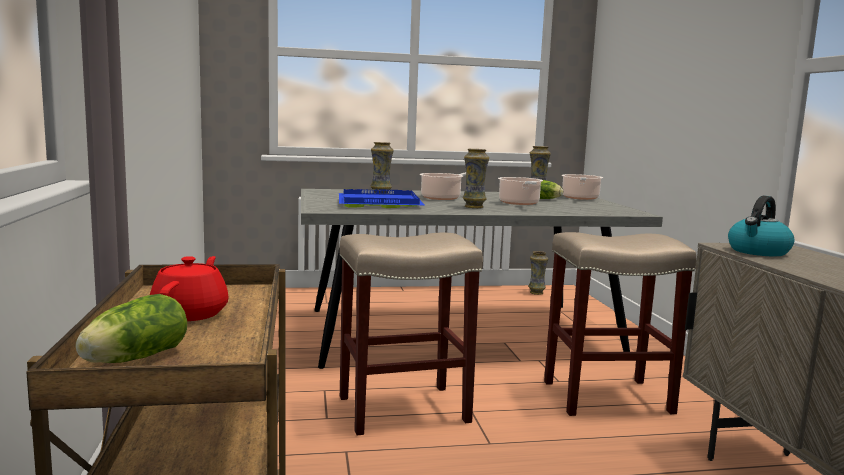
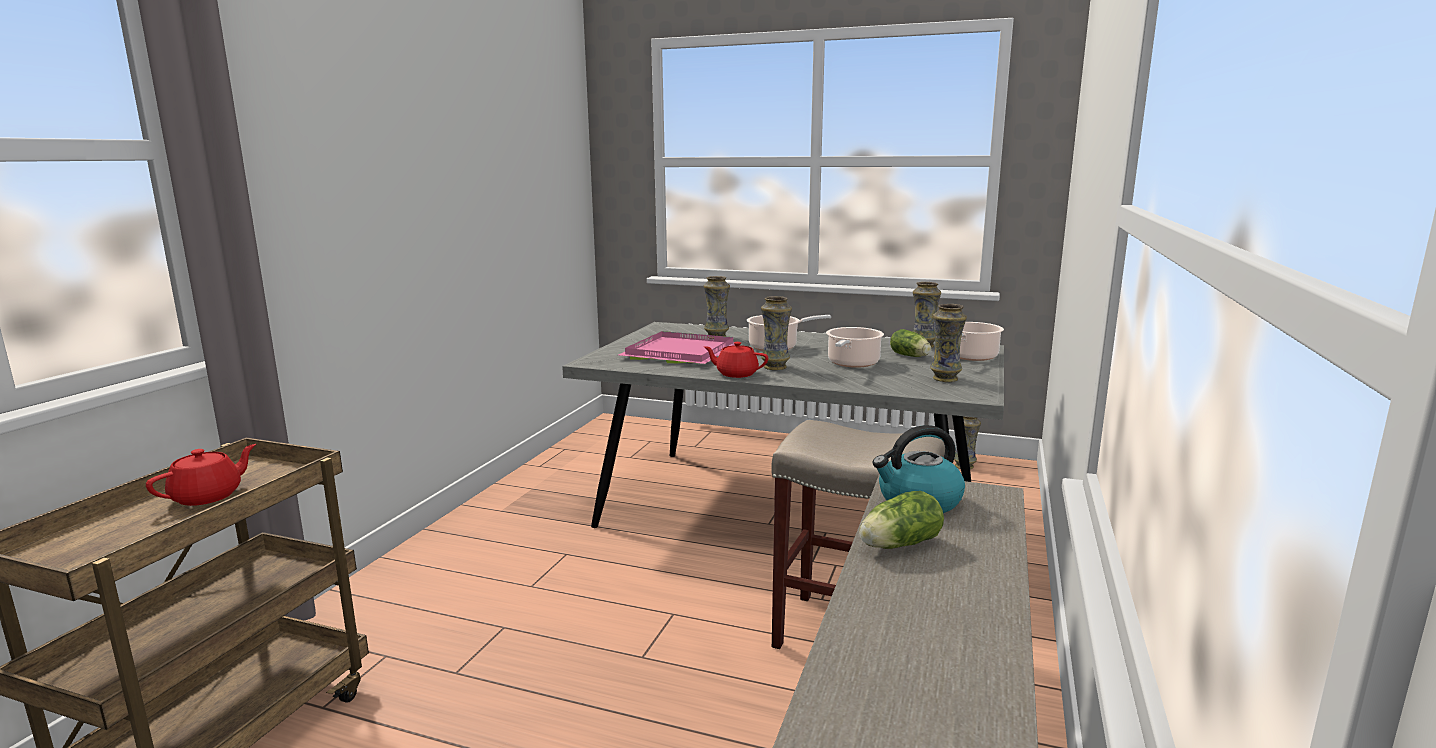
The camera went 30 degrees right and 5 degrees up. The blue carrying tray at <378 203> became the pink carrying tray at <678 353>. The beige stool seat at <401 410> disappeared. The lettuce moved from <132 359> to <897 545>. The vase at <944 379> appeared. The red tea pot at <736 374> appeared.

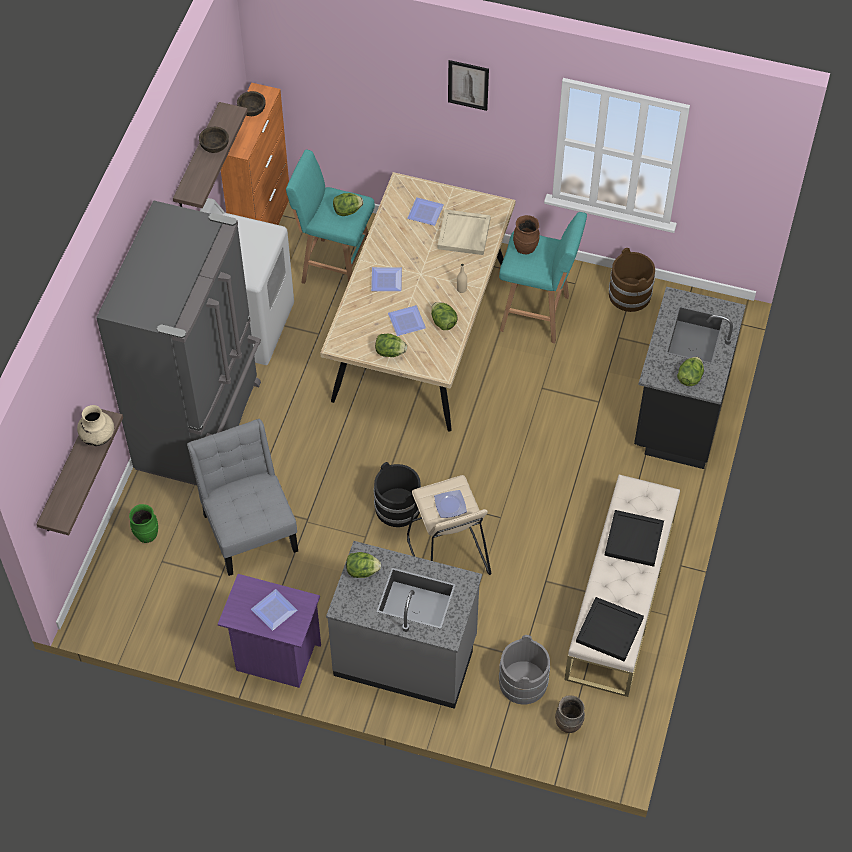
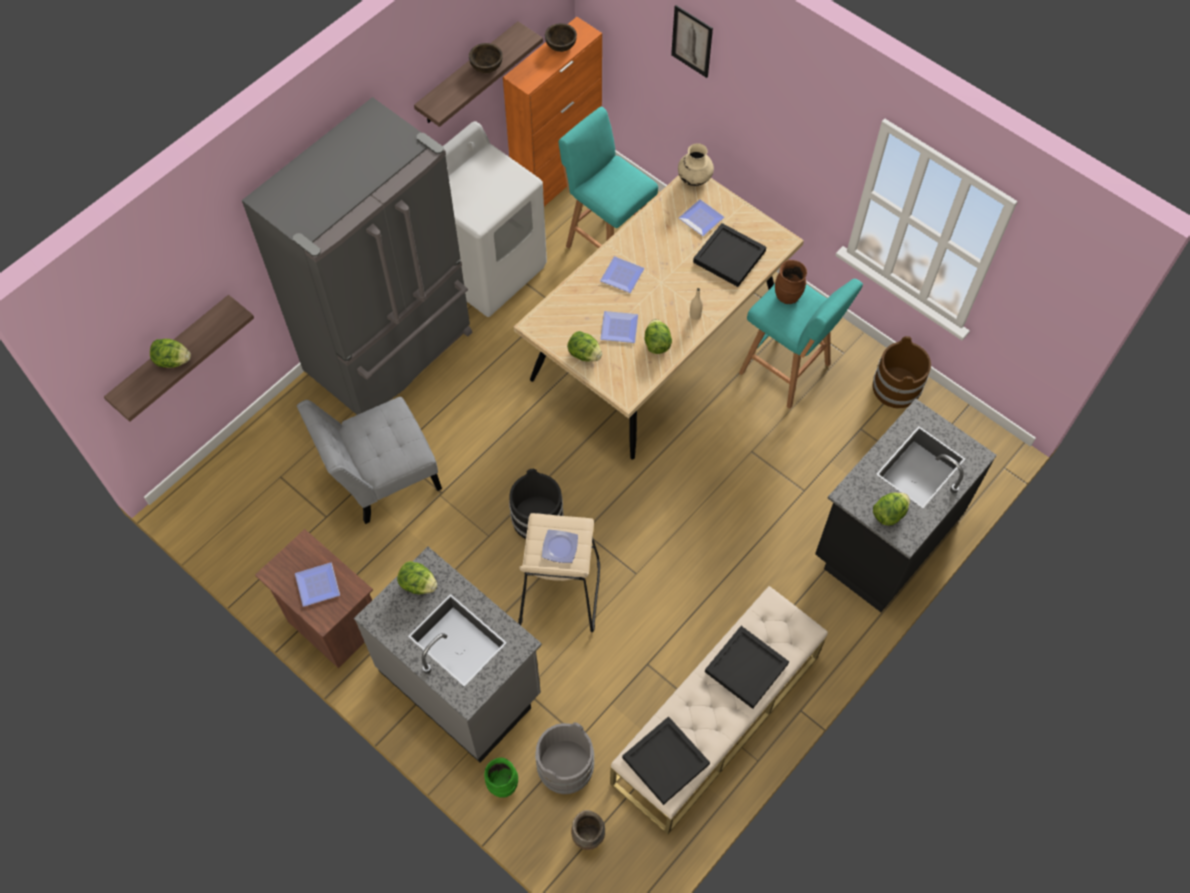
The camera went 25 degrees right and 5 degrees up. The wall picture moved from <468 85> to <692 41>. The lettuce moved from <347 211> to <172 360>. The beige carrying tray at <464 234> became the black carrying tray at <729 257>. The beige vase moved from <98 437> to <694 179>. The greyish upright chair at <249 527> turned 120 degrees counterclockwise. The green-coloured vase moved from <146 535> to <502 785>. The purplish night table at <275 657> became the brown night table at <332 624>.

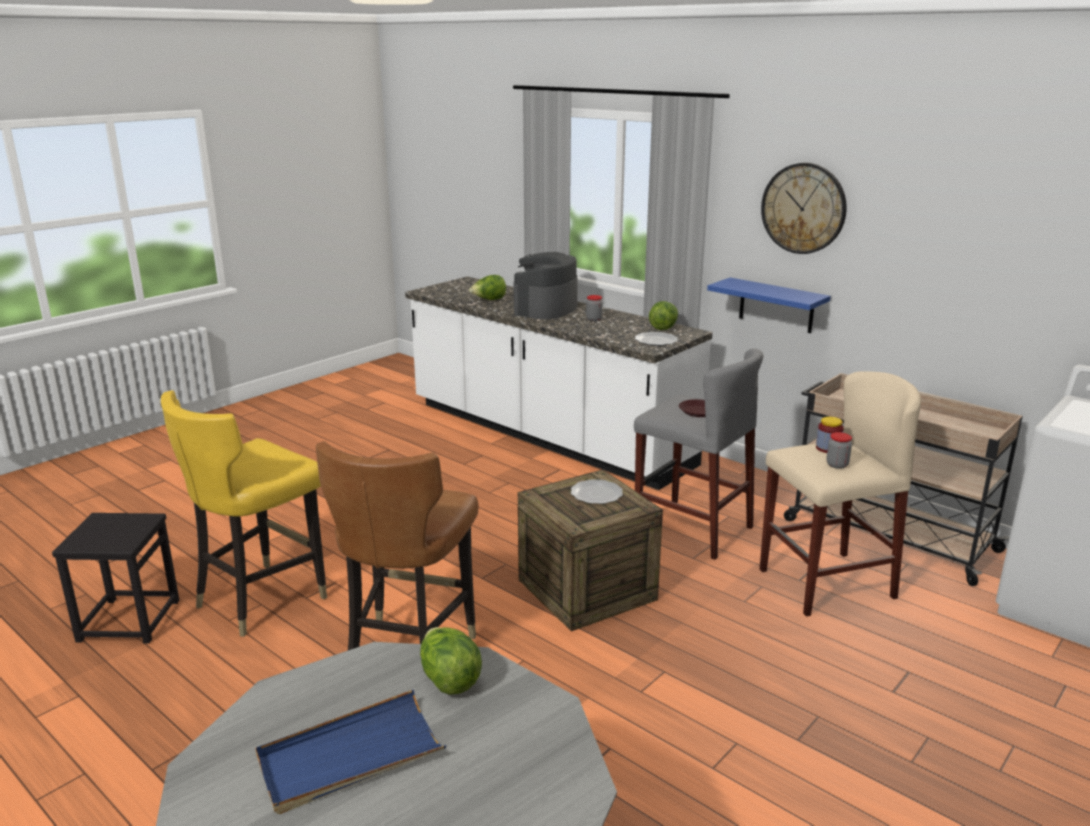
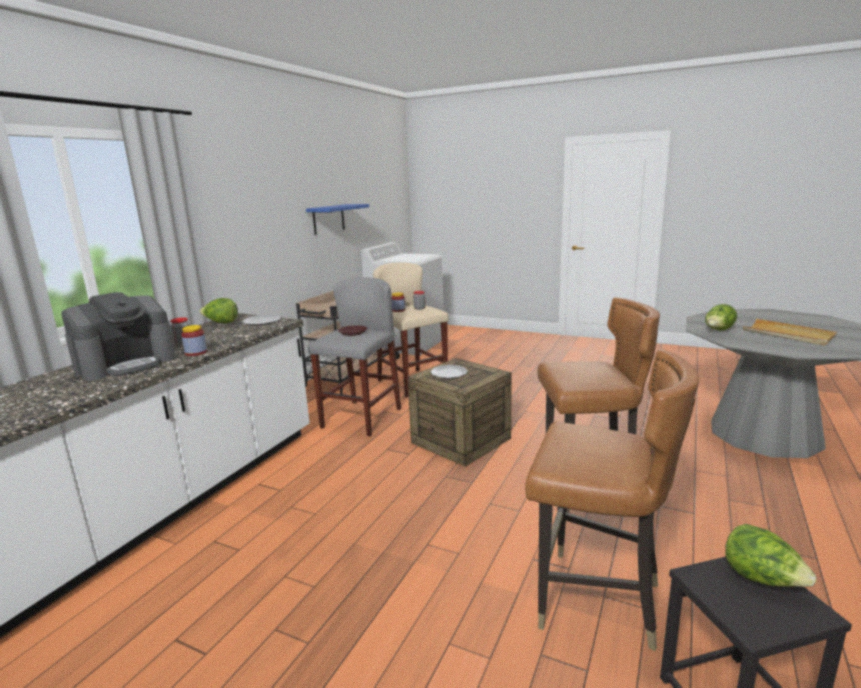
The camera went 105 degrees left and 5 degrees down. The wall clock at <803 208> disappeared. The coffee machine at <545 309> turned 60 degrees counterclockwise. The lettuce moved from <489 300> to <762 579>. The blue wall shelf moved from <776 305> to <328 219>. The yellow-coloured upright chair at <261 598> became the brown upright chair at <596 600>. The blue carrying tray at <350 756> became the beige carrying tray at <788 335>. The storage jar at <196 352> appeared.

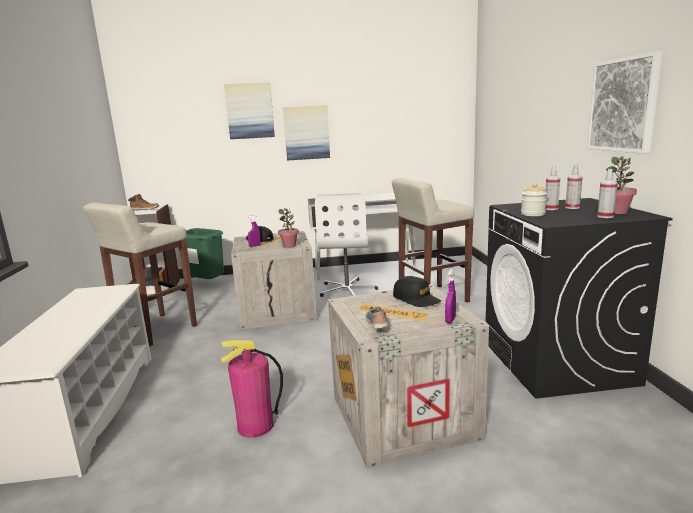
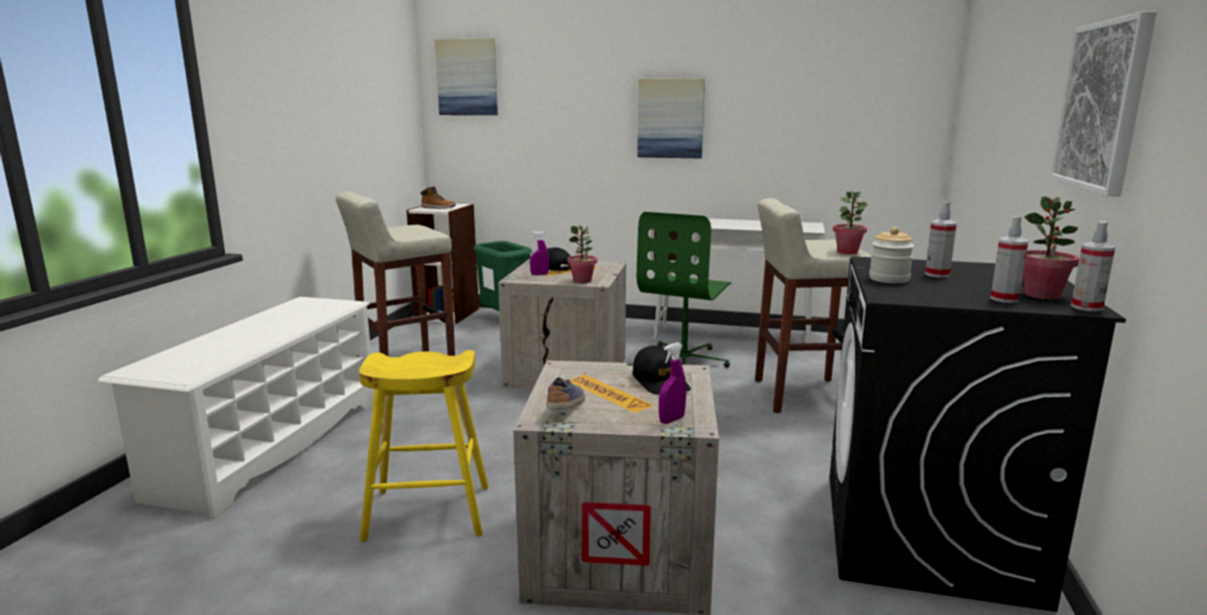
The camera went 20 degrees right and 0 degrees up. The wall picture moved from <250 111> to <467 77>. The hand sprayer moved from <572 207> to <1086 307>. The white-coloured computer chair at <347 290> became the green-coloured computer chair at <684 360>. The fire extinguisher at <255 426> was replaced by the yellow-coloured stool seat at <429 512>. The houseplant at <847 252> appeared.

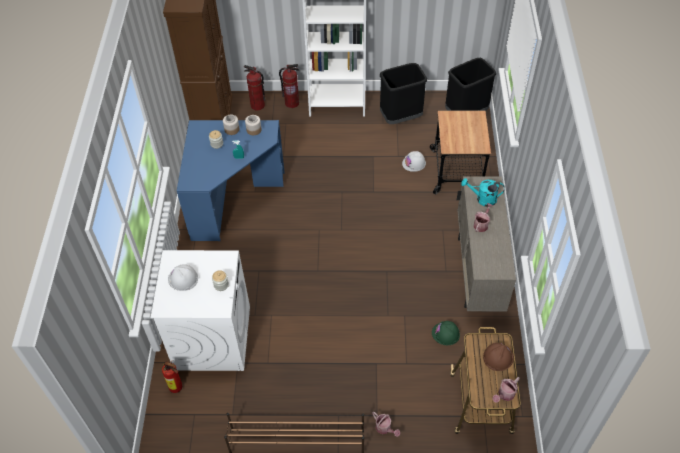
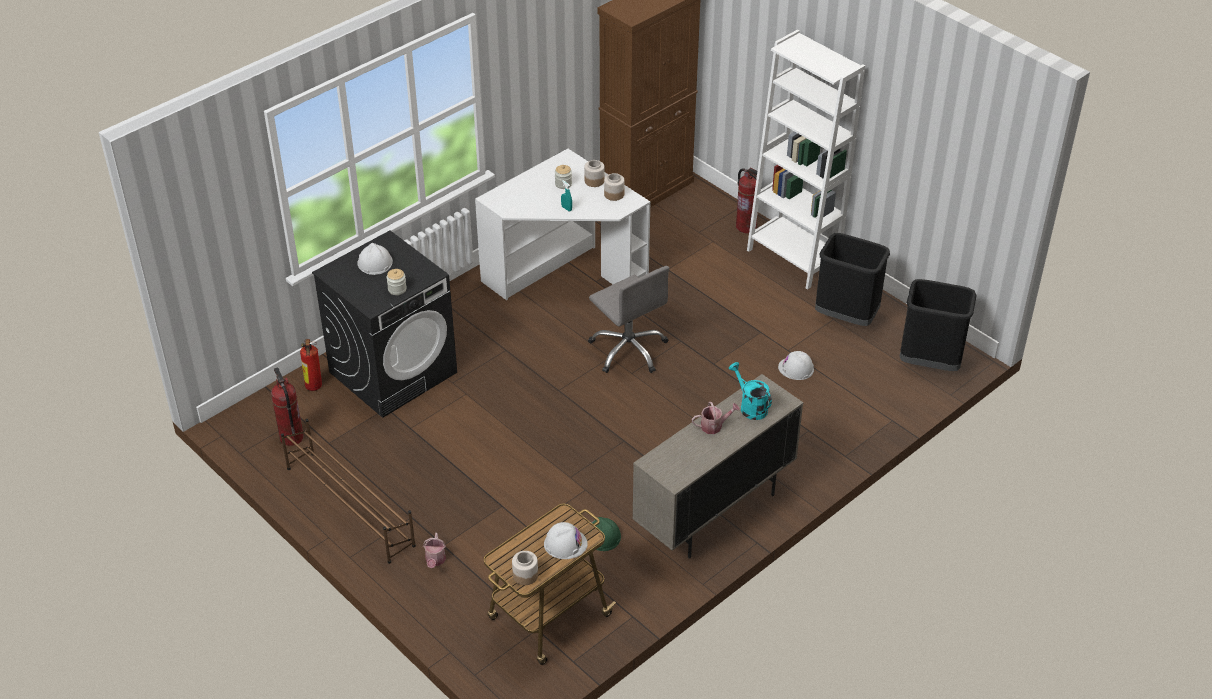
The camera went 45 degrees right and 10 degrees down. The fire extinguisher moved from <257 105> to <291 437>. The cart at <458 171> disappeared. The blue desk table at <232 200> became the white-coloured desk table at <564 274>. The white-coloured laundry appliance at <212 337> became the black laundry appliance at <393 372>. The brown hard hat at <498 357> became the white-coloured hard hat at <565 543>. The watering pot at <504 395> was replaced by the storage jar at <525 575>. The greyish computer chair at <629 349> appeared.

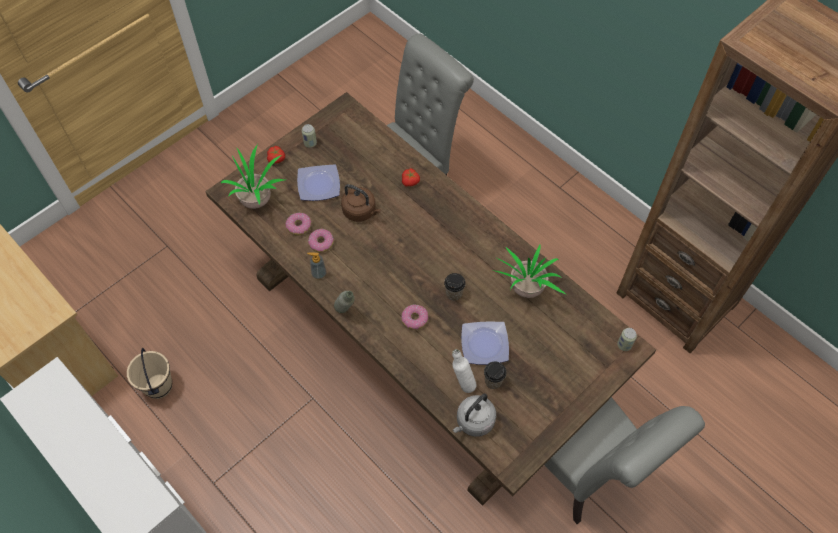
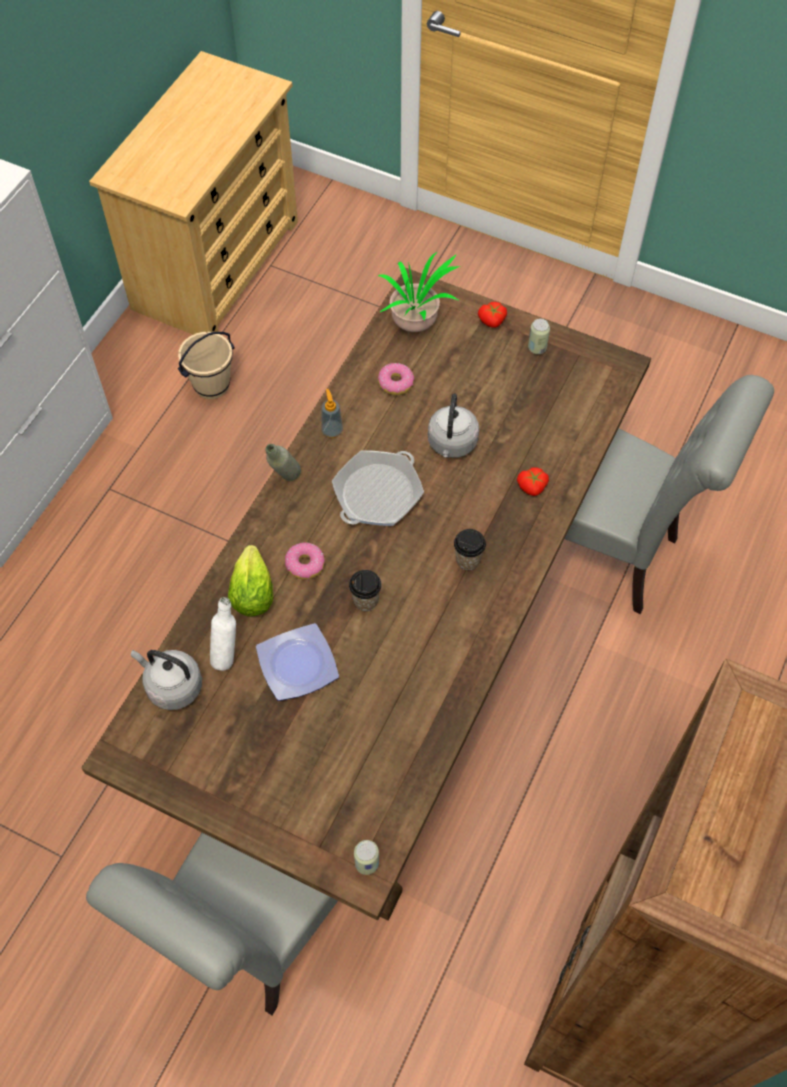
The camera went 70 degrees right and 0 degrees up. The plate at <319 185> disappeared. The brown tea kettle at <361 211> became the greyish tea kettle at <452 444>. The ring doughnut at <321 243> disappeared. The houseplant at <525 291> disappeared. The drinking cup moved from <493 381> to <468 560>. The pan at <377 494> appeared. The lettuce at <252 589> appeared.

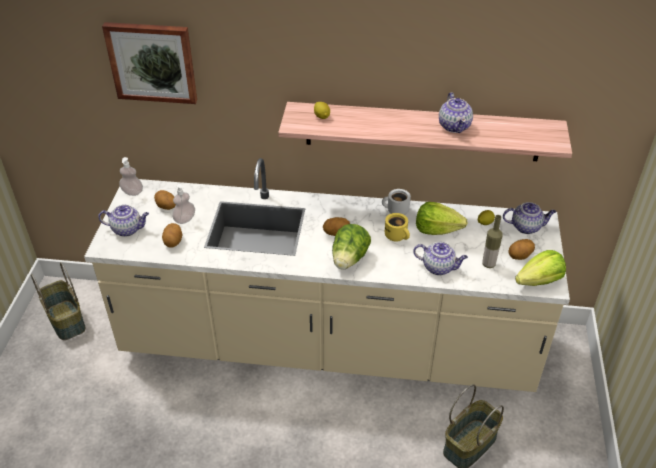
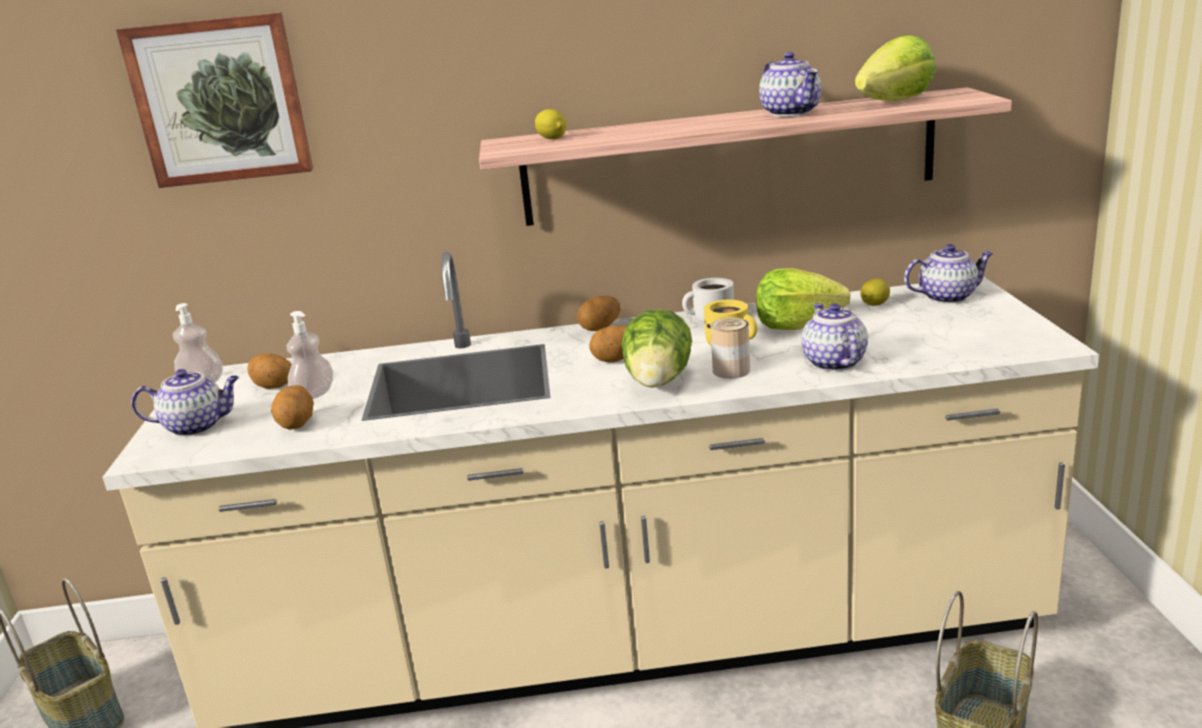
The camera went 10 degrees left and 20 degrees down. The bottle at <488 264> disappeared. The whole potato moved from <520 256> to <601 328>. The tea pot at <439 267> turned 105 degrees counterclockwise. The lettuce moved from <539 281> to <895 101>. The can at <731 370> appeared.

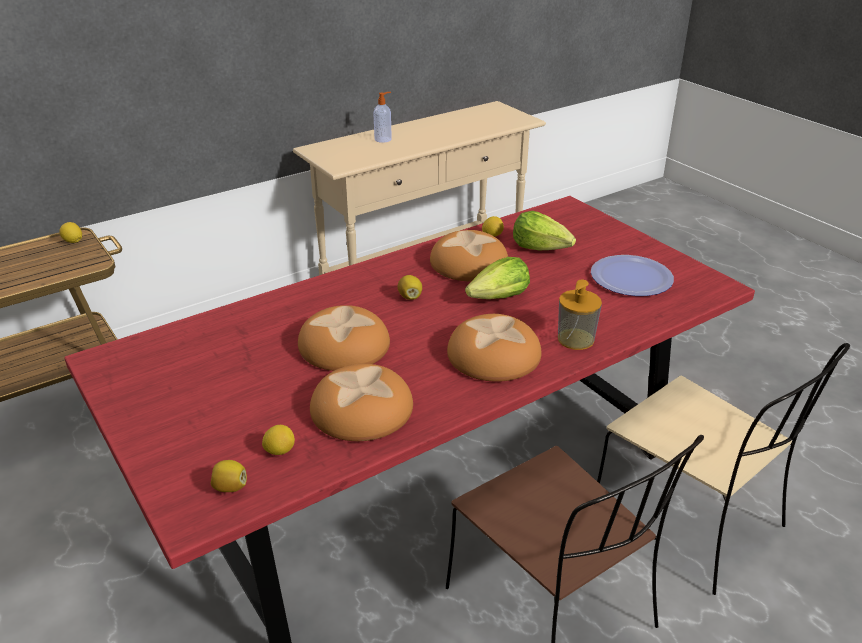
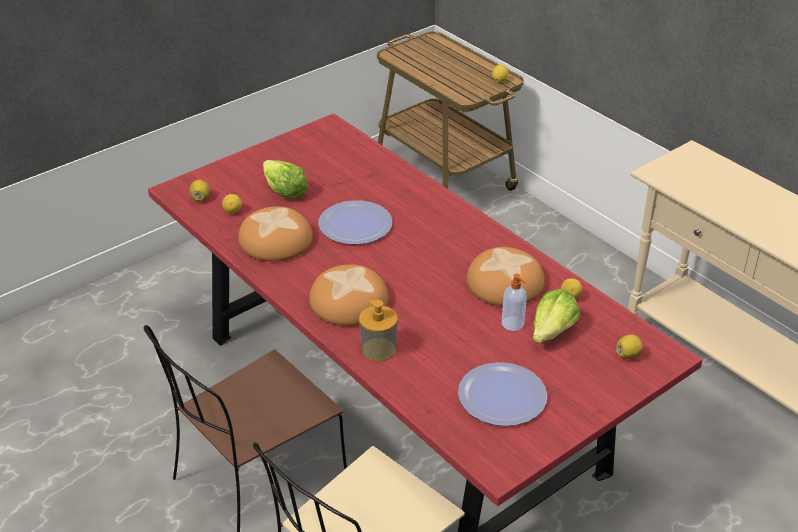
The camera went 85 degrees right and 5 degrees up. The soap dispenser moved from <383 139> to <513 324>. The lettuce moved from <499 298> to <284 191>. The whole lemon moved from <410 297> to <628 355>. The baked bread at <345 346> was replaced by the plate at <355 224>.

